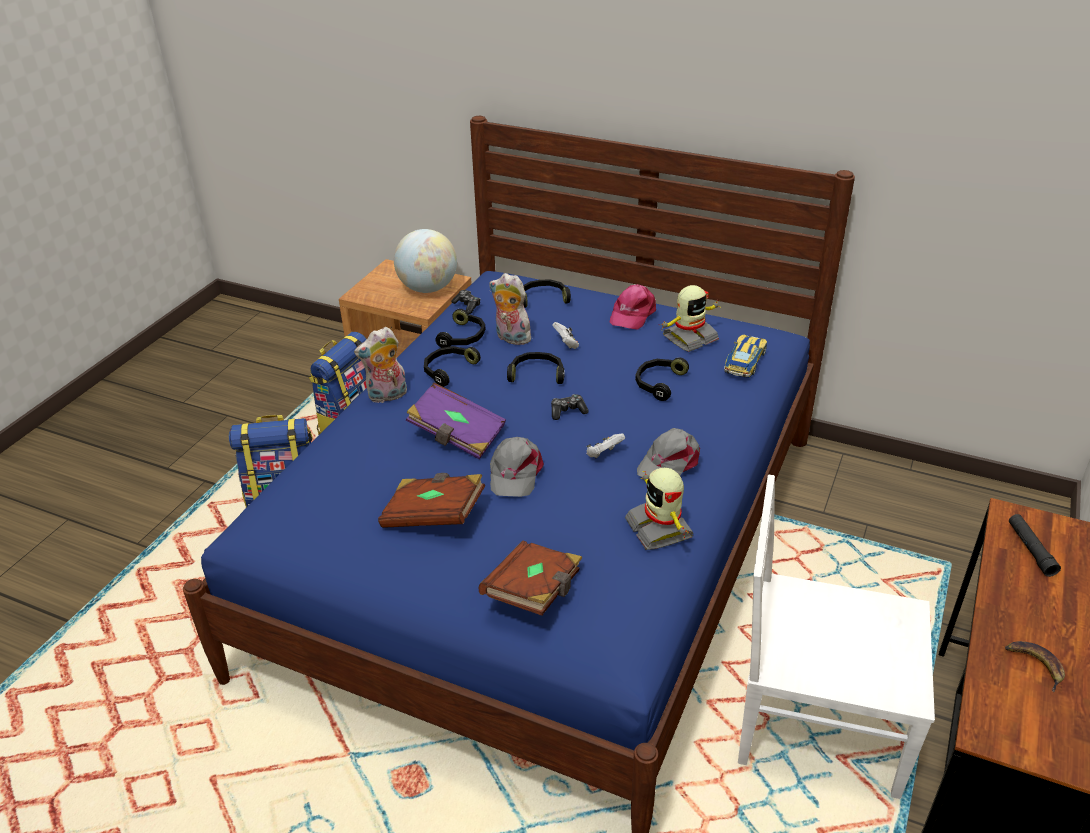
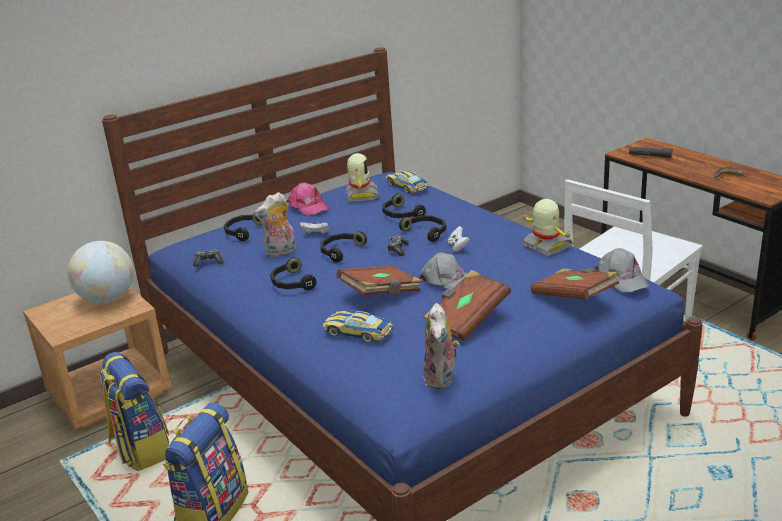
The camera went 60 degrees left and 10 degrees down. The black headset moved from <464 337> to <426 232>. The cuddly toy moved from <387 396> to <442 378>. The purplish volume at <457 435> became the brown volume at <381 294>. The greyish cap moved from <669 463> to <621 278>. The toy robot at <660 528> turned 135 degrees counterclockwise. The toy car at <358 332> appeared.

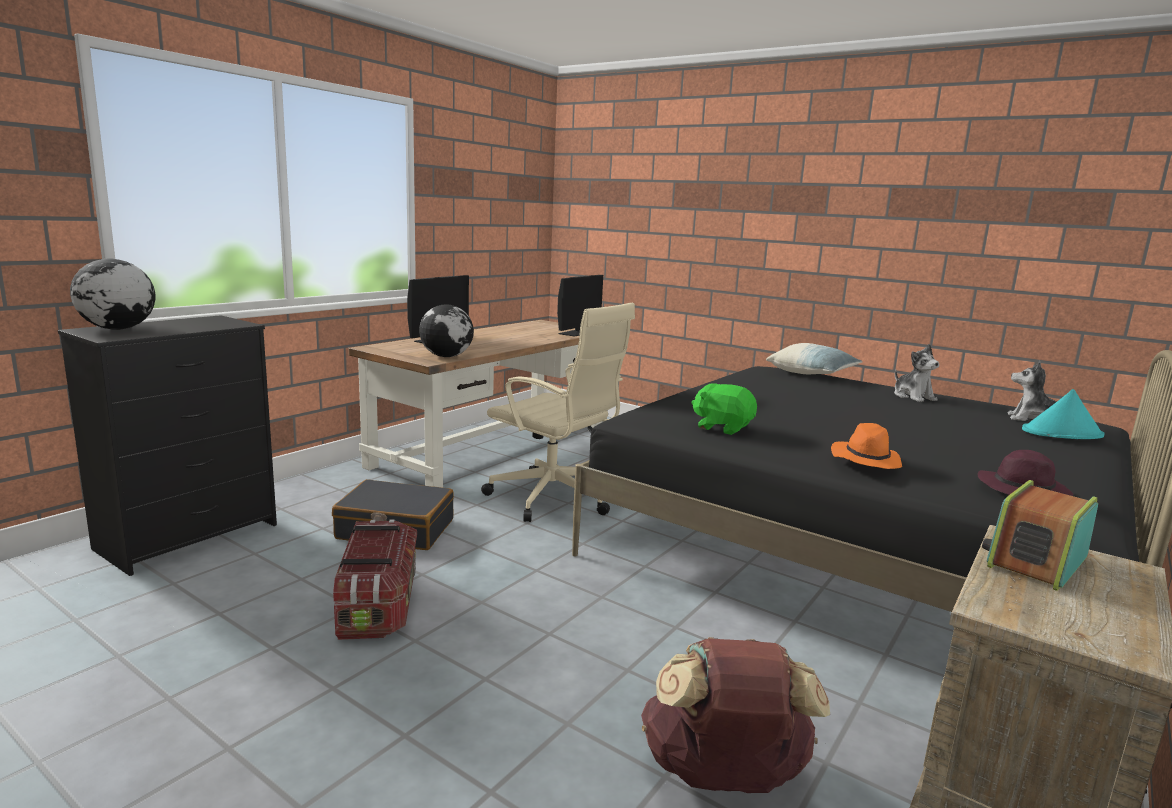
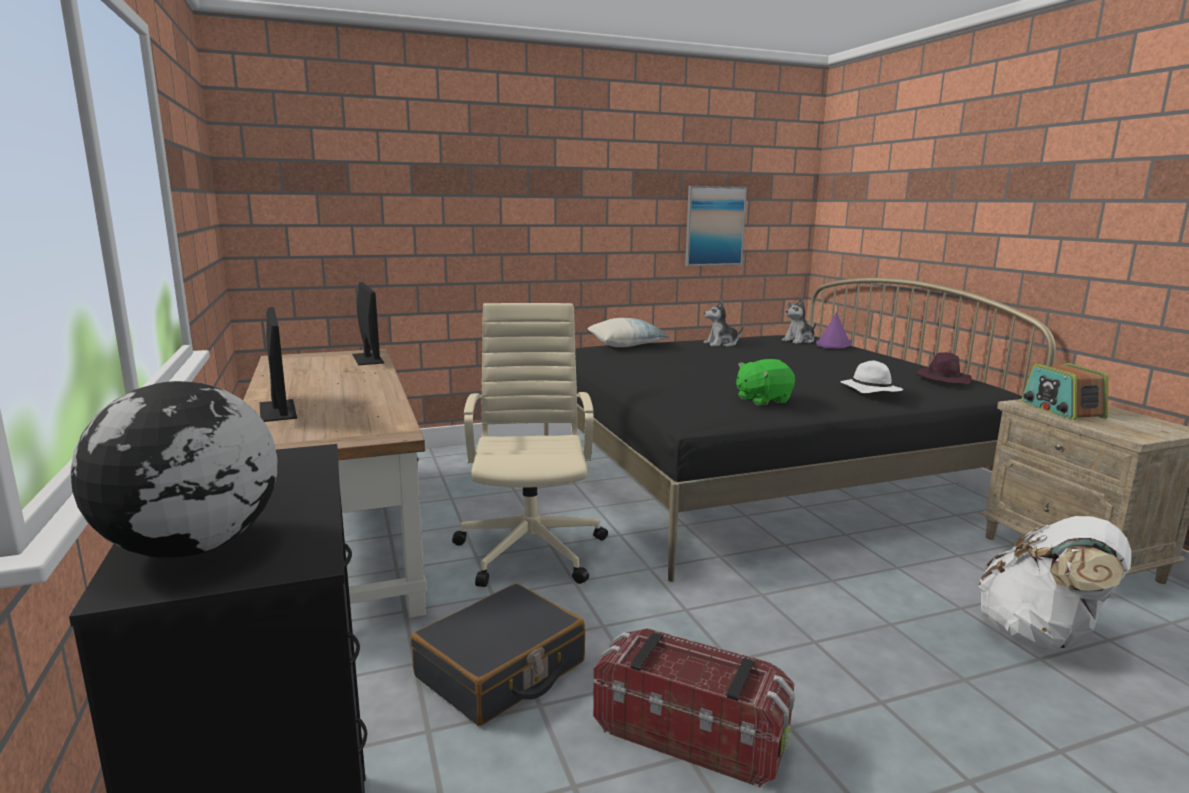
The camera went 55 degrees left and 0 degrees up. The beige computer chair at <554 498> turned 75 degrees counterclockwise. The world globe at <447 356> disappeared. The cuddly toy at <913 396> turned 150 degrees clockwise. The turquoise hat at <1062 433> became the purplish hat at <833 344>. The orangey hat at <865 460> became the white-coloured hat at <869 390>. The brown backpack at <723 777> became the white-coloured backpack at <1041 636>. The wall picture at <714 226> appeared.

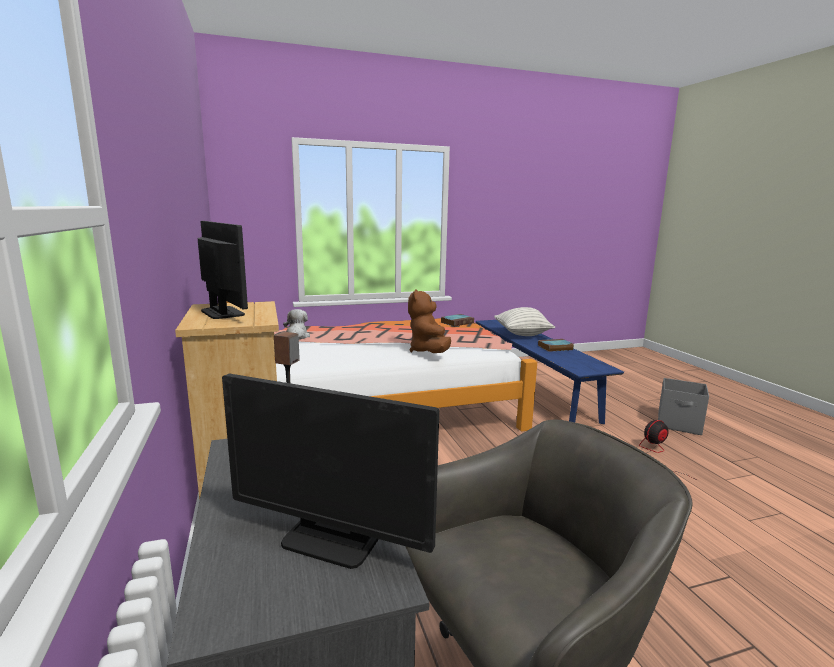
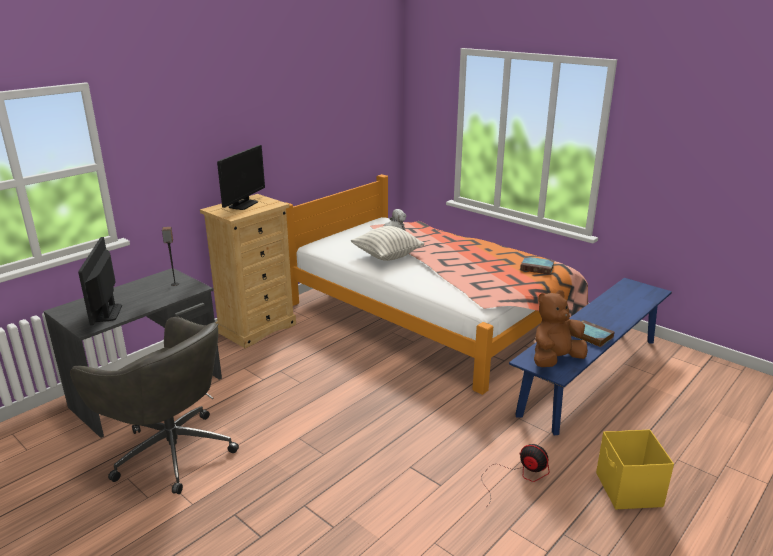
The camera went 60 degrees right and 10 degrees up. The brown cuddly toy moved from <429 352> to <555 360>. The pillow moved from <522 334> to <387 256>. The greyish storage box at <679 424> became the yellow-coloured storage box at <628 490>.

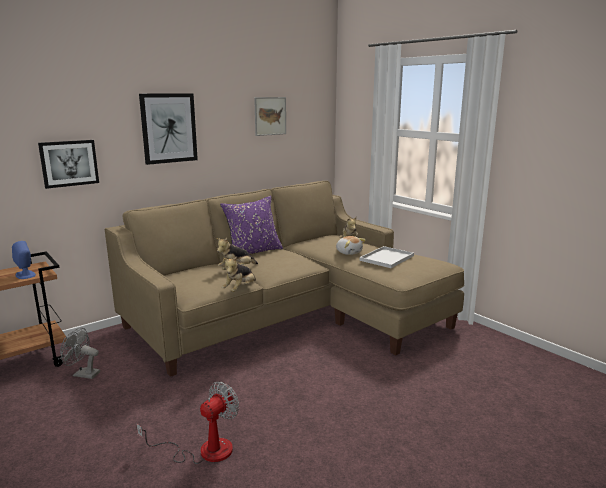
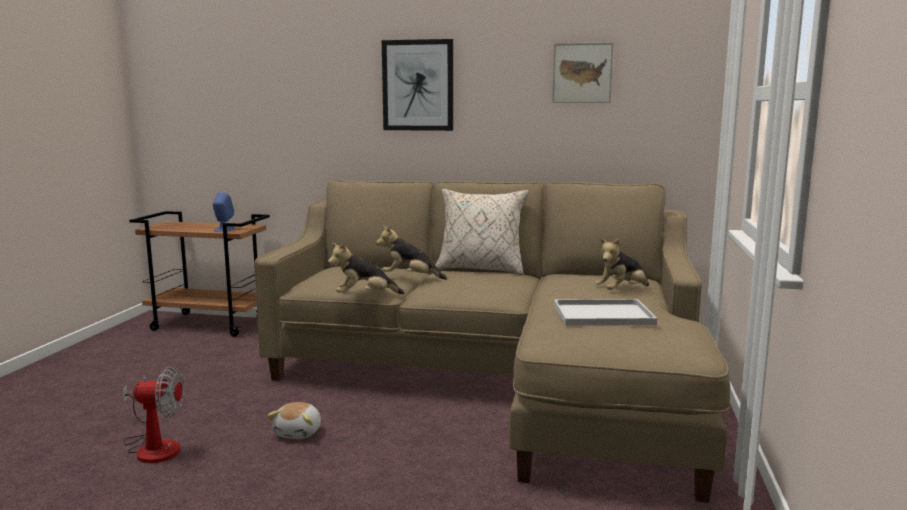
The camera went 50 degrees right and 5 degrees down. The wall picture at <69 163> disappeared. The purplish pillow at <253 252> became the beige pillow at <481 269>. The cuddly toy moved from <349 252> to <299 433>. The greyish fan at <83 374> disappeared.

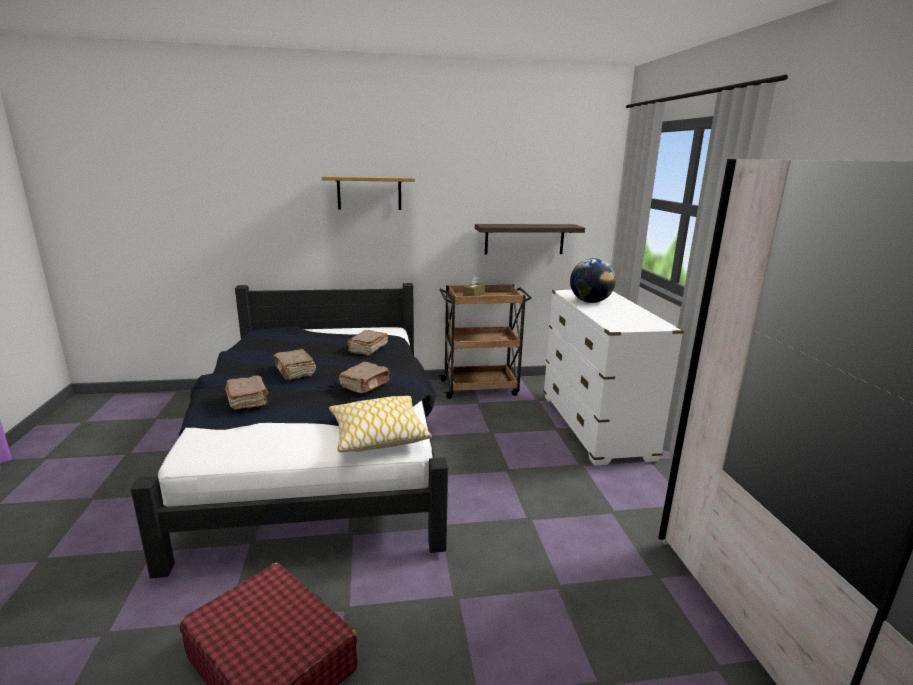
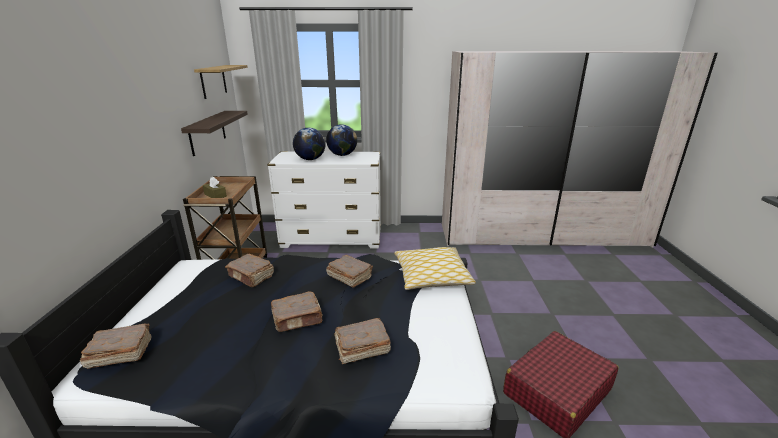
The camera went 80 degrees left and 5 degrees up. The wall shelf moved from <369 193> to <213 81>. The world globe at <342 155> appeared. The brown volume at <120 354> appeared.

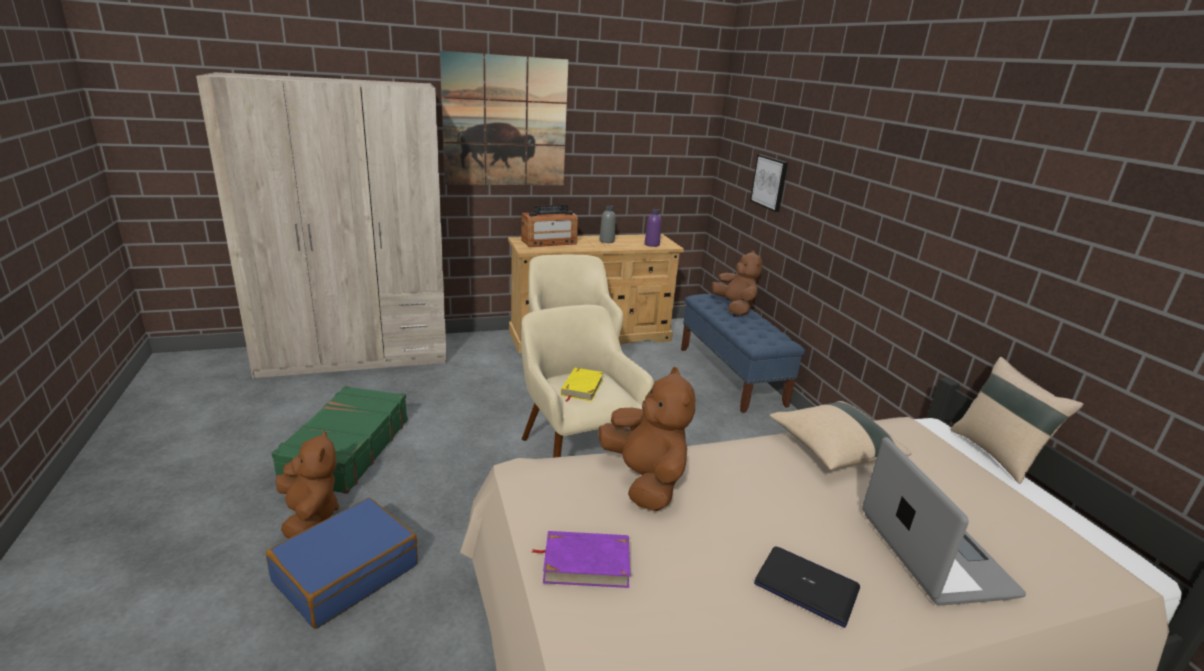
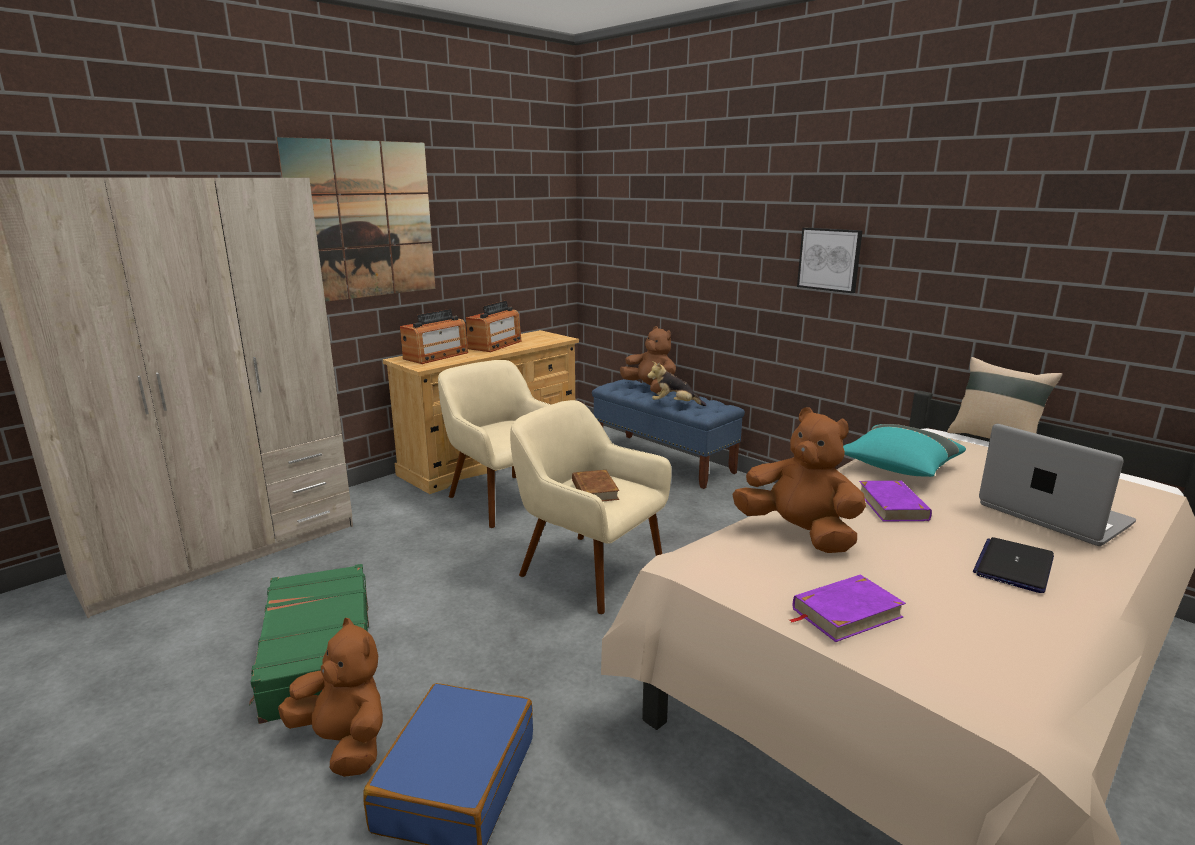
The camera went 25 degrees left and 5 degrees down. The wall picture moved from <769 182> to <829 259>. The greyish bottle at <606 241> was replaced by the radio at <495 345>. The purplish bottle at <652 244> disappeared. The yellow-coloured volume at <581 387> became the brown volume at <594 490>. The beige pillow at <832 451> became the turquoise pillow at <898 468>. The portable computer at <807 586> turned 60 degrees counterclockwise. The cuddly toy at <674 404> appeared. The purplish volume at <892 505> appeared.

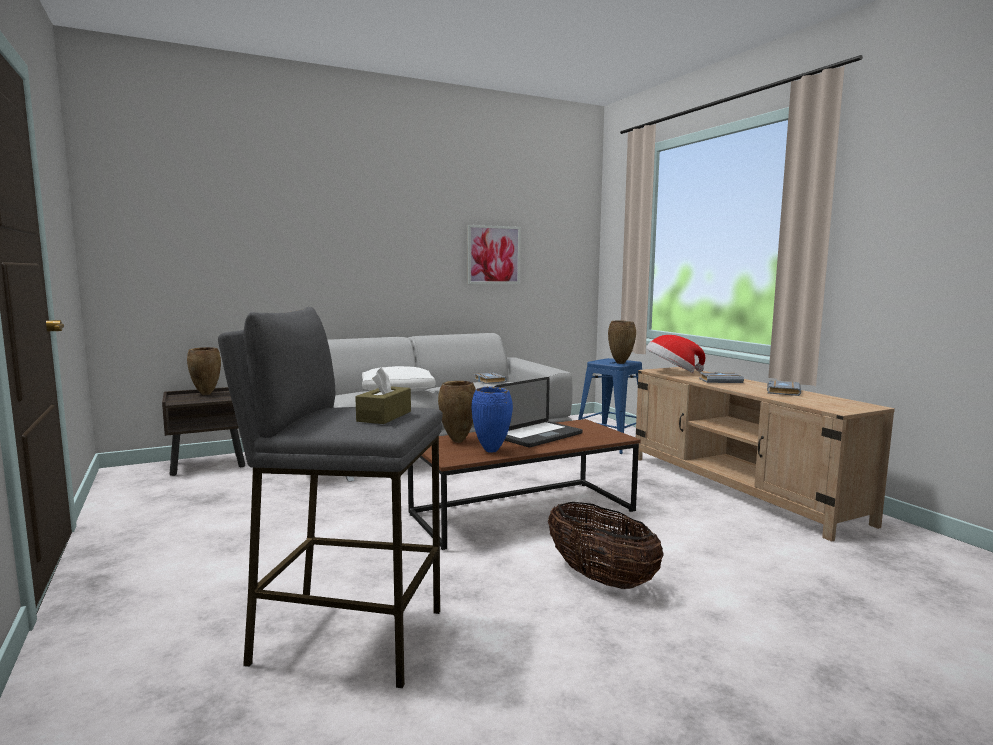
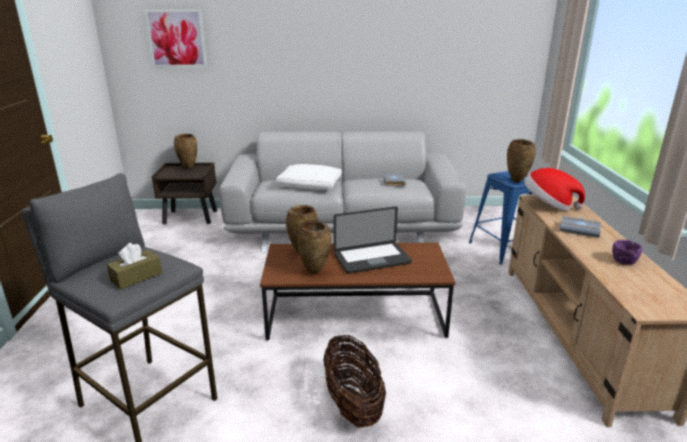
The camera went 25 degrees right and 15 degrees up. The wall picture moved from <493 255> to <176 38>. The greyish volume at <782 391> was replaced by the purplish bowl at <624 261>. The blue vase at <492 451> became the brown vase at <315 272>.

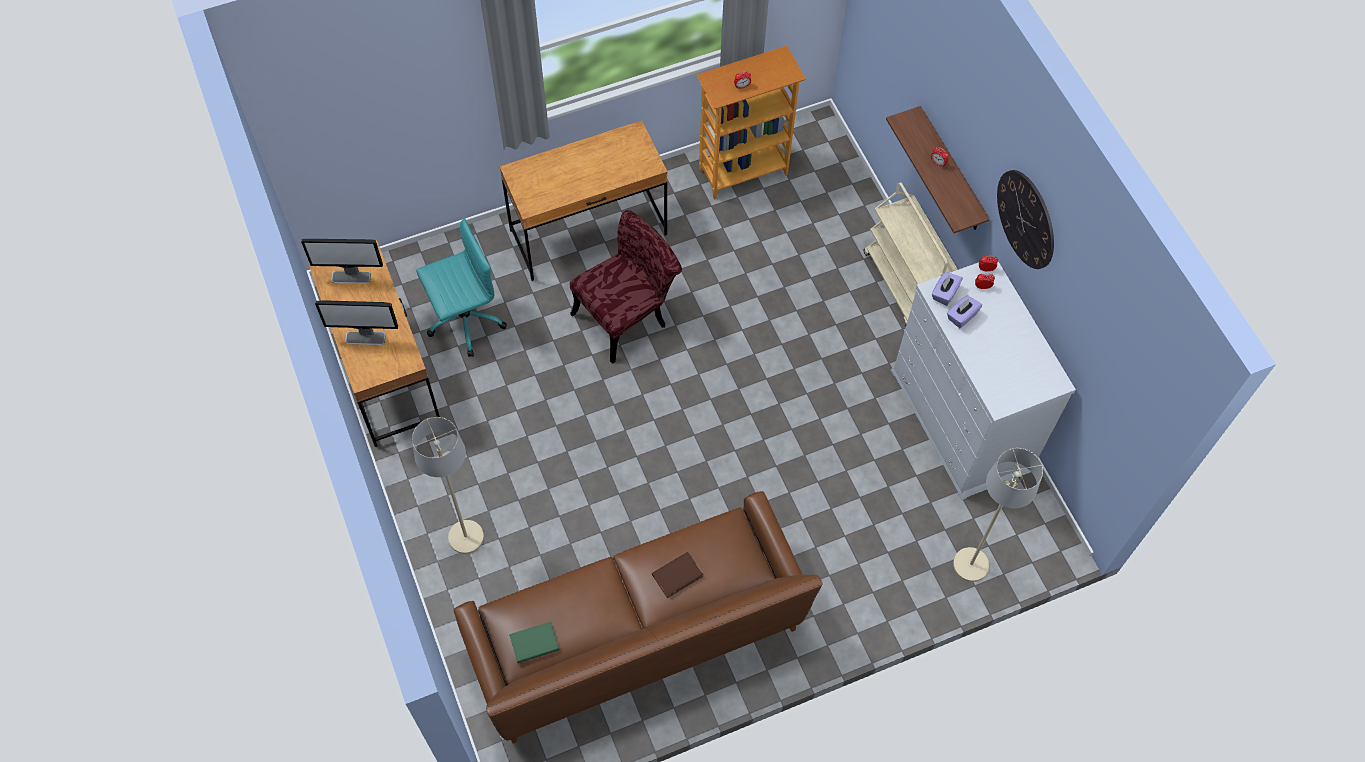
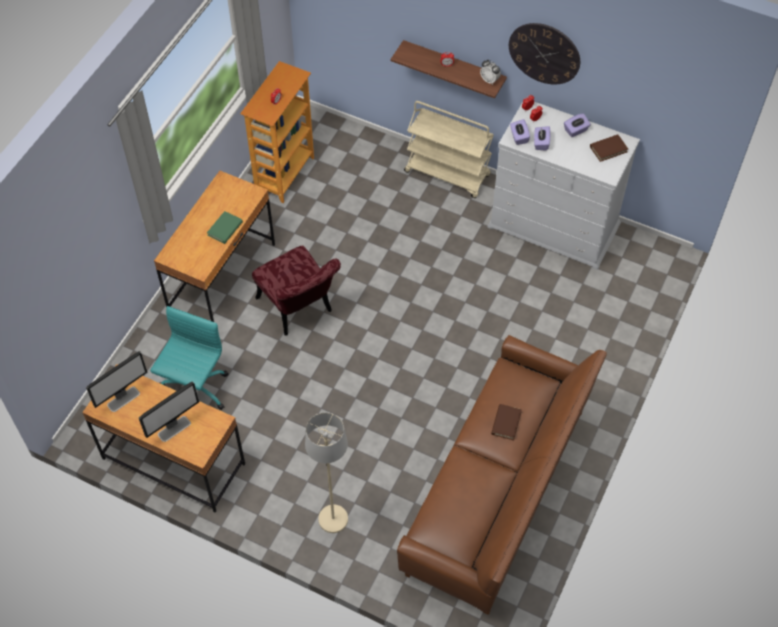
The camera went 40 degrees left and 5 degrees down. The red upright chair at <627 315> turned 135 degrees clockwise. The beige standing lamp at <971 565> disappeared. The green-coloured volume moved from <534 643> to <225 229>. The alarm clock at <489 80> appeared. The purplish tissue box at <576 130> appeared. The brown volume at <608 149> appeared.

